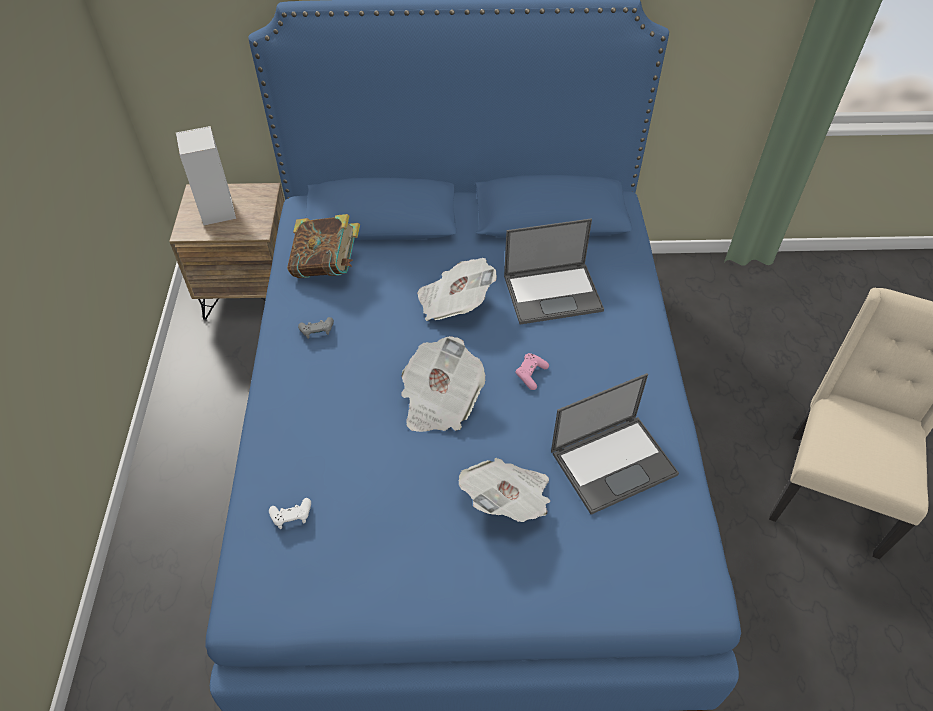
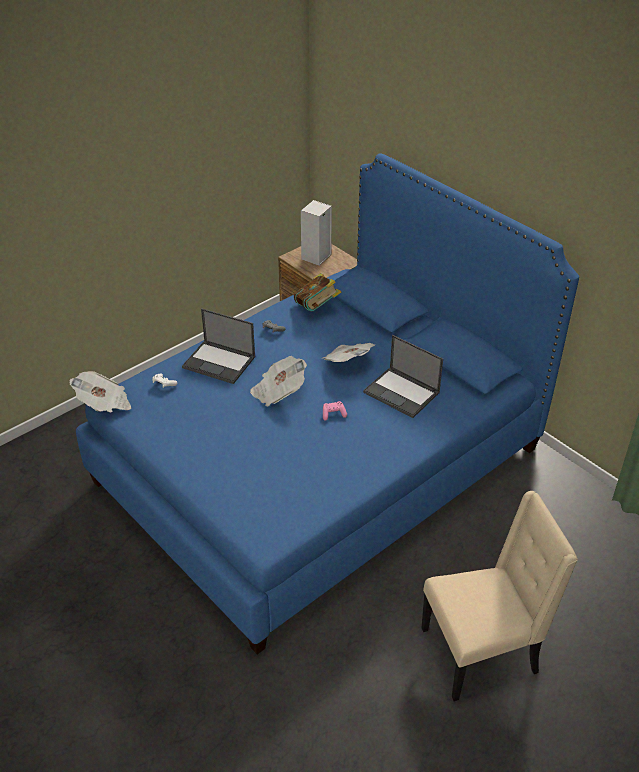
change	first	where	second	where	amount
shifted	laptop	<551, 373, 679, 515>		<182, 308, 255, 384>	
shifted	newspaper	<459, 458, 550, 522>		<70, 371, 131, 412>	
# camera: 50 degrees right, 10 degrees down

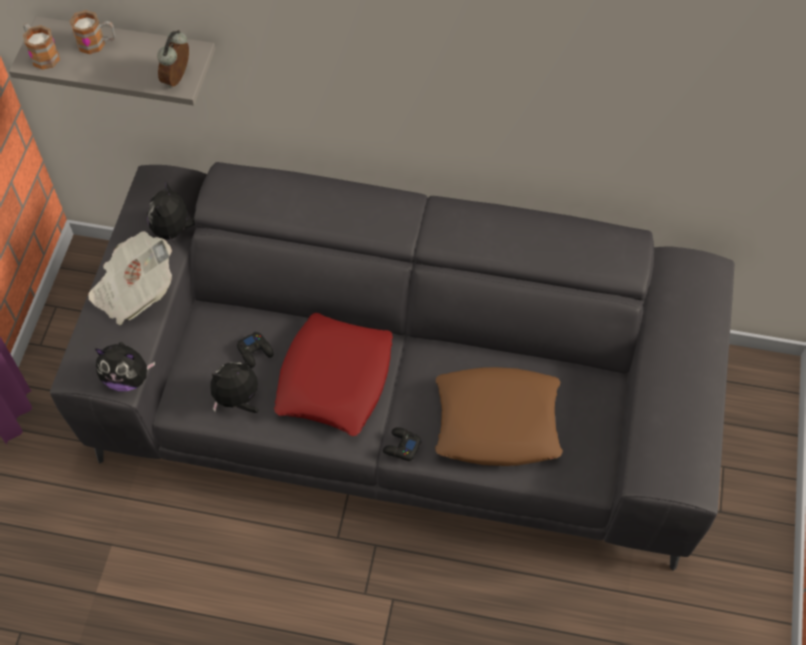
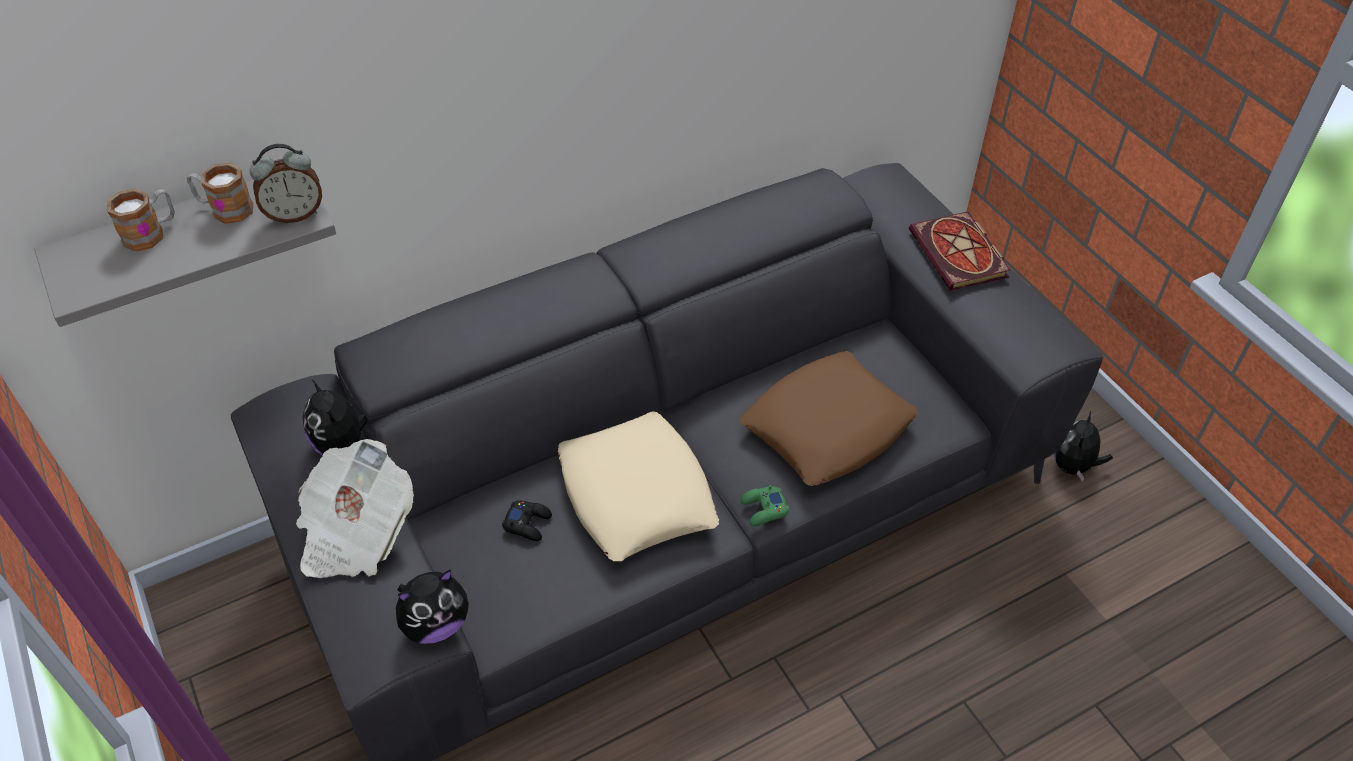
change	first	where	second	where	amount
shifted	mug	<23, 23, 60, 70>		<187, 162, 253, 224>	
rotated	alarm clock	<157, 30, 189, 88>		<250, 144, 322, 223>	90 degrees counterclockwise
repainted	pillow/red	<274, 313, 393, 436>	pillow/beige	<558, 411, 719, 561>	
shifted	plush toy	<210, 360, 259, 413>		<1054, 412, 1113, 482>	
repainted	game controller/black	<383, 427, 422, 461>	game controller/green	<741, 485, 789, 526>	
new			book	<909, 211, 1011, 291>	
# camera: 40 degrees left, 10 degrees down

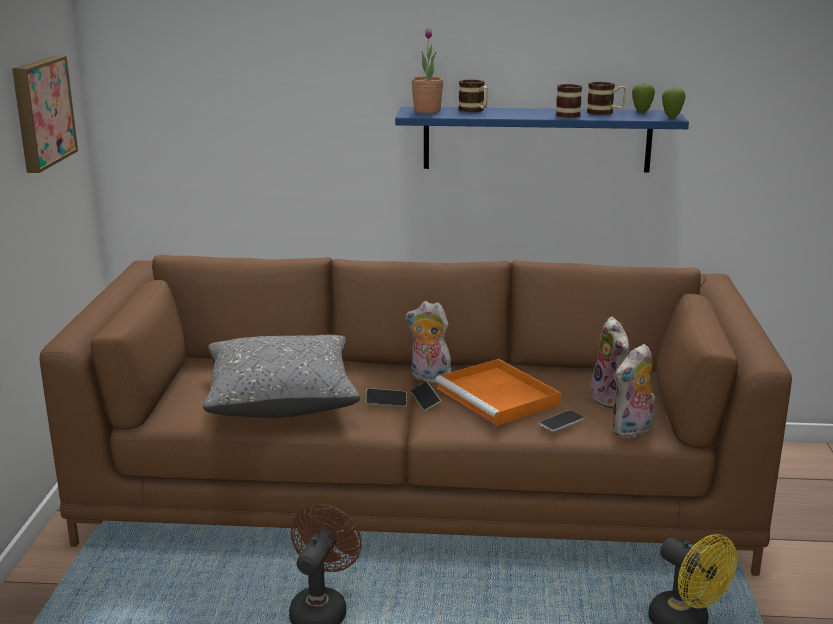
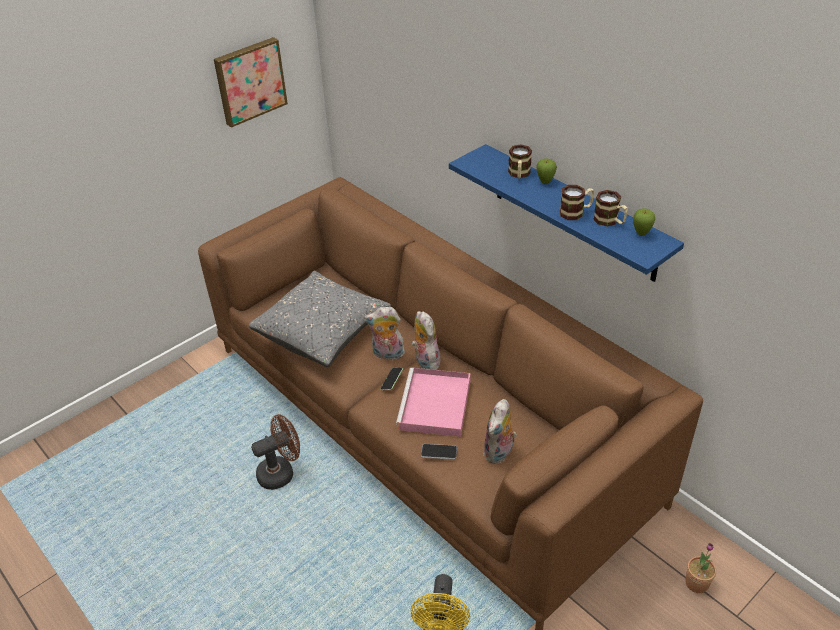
change	first	where	second	where	amount
shifted	potted plant	<411, 29, 443, 113>		<685, 543, 716, 593>	
shifted	apple	<662, 88, 686, 118>		<536, 159, 557, 184>	
shifted	plush toy	<611, 344, 655, 438>		<364, 307, 406, 360>	
repainted	tray/orange	<435, 359, 561, 426>	tray/pink	<396, 368, 471, 437>	
gone	phone	<365, 388, 407, 407>			
# camera: 45 degrees right, 20 degrees up

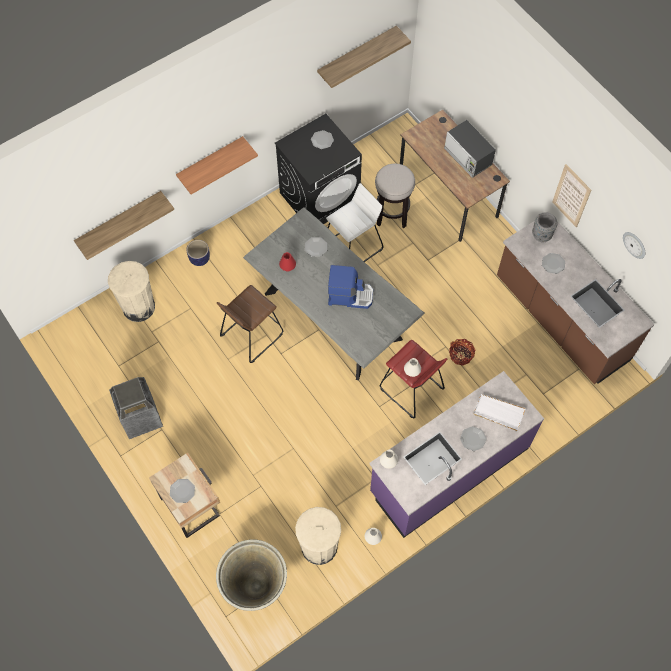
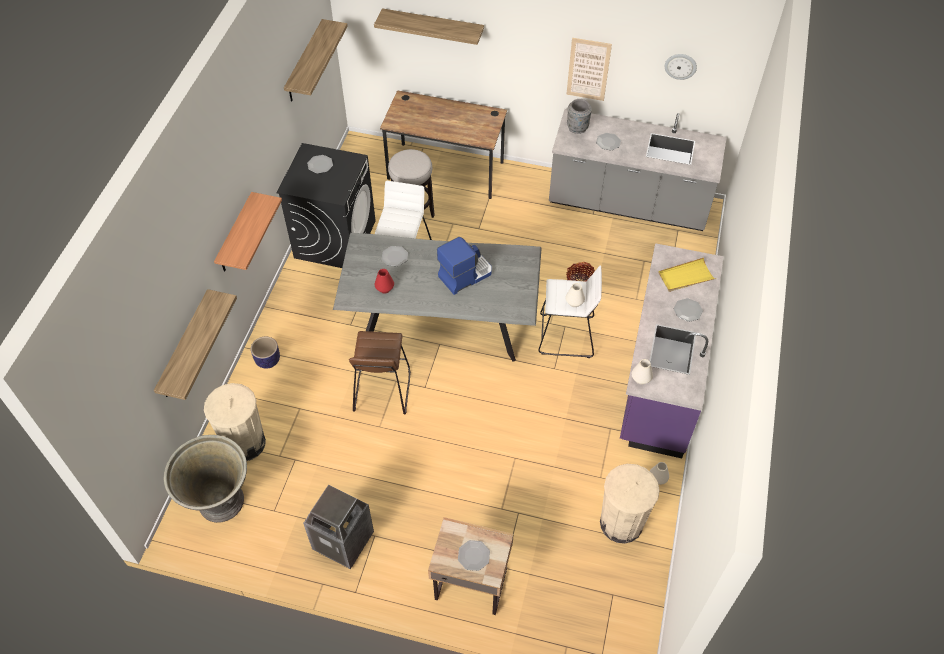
change	first	where	second	where	amount
gone	microwave	<444, 120, 496, 178>			
repainted	counter/brown	<497, 212, 655, 384>	counter/grey	<549, 109, 727, 231>	
repainted	stool/red	<380, 340, 447, 418>	stool/white	<538, 265, 602, 358>	
repainted	tray/white	<474, 394, 526, 431>	tray/yellow	<658, 258, 715, 292>	
shifted	planter/grey	<216, 539, 287, 611>		<164, 435, 247, 523>	
new			shelf	<374, 8, 484, 45>	
# camera: 40 degrees left, 10 degrees down

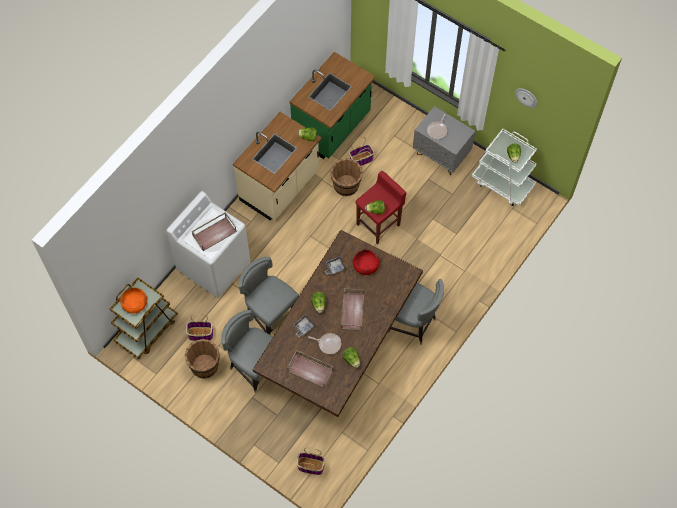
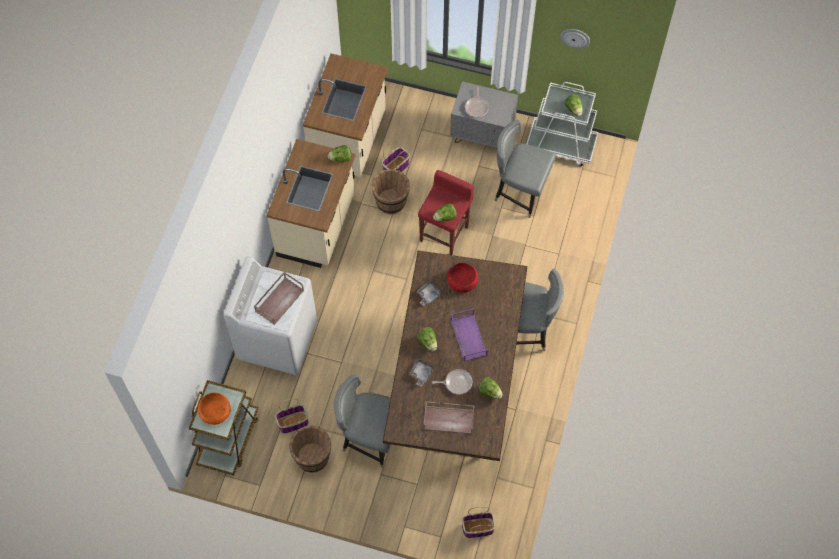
change	first	where	second	where	amount
repainted	counter/green	<290, 52, 375, 159>	counter/beige	<303, 53, 388, 177>	
shifted	chair/grey	<238, 257, 299, 335>		<495, 120, 556, 218>	
repainted	tray/brown	<341, 288, 364, 331>	tray/purple	<450, 309, 488, 362>	
# camera: 20 degrees left, 0 degrees up

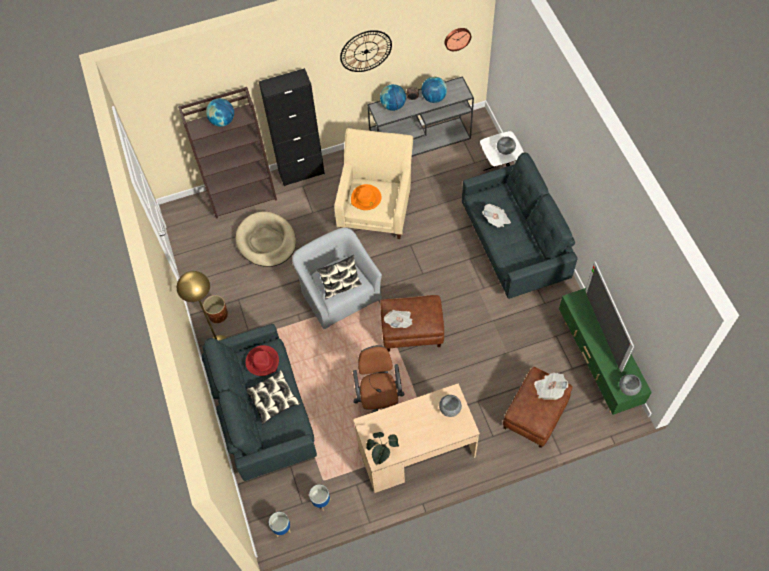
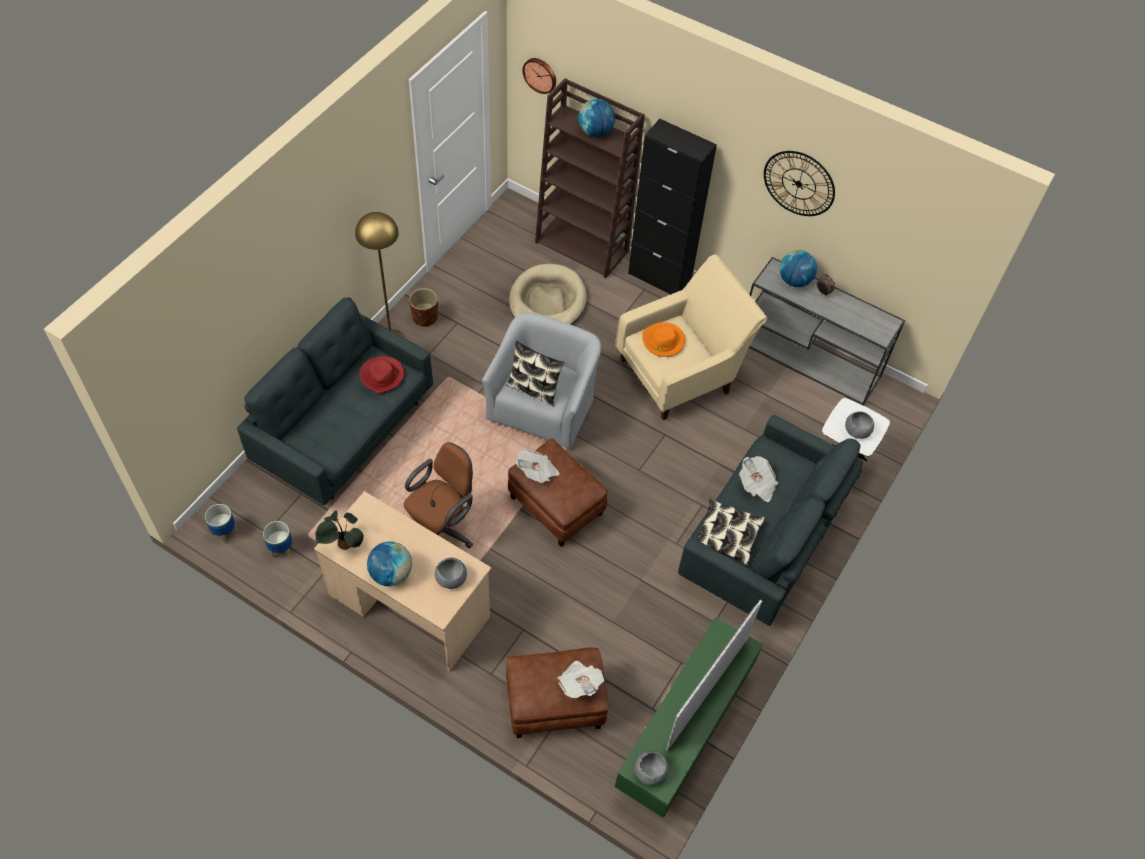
change	first	where	second	where	amount
shifted	wall clock	<444, 28, 471, 51>		<522, 58, 556, 94>	
shifted	globe	<421, 77, 447, 103>		<367, 541, 412, 586>	
shifted	pillow	<247, 370, 301, 424>		<696, 498, 765, 566>	
# camera: 45 degrees right, 5 degrees down

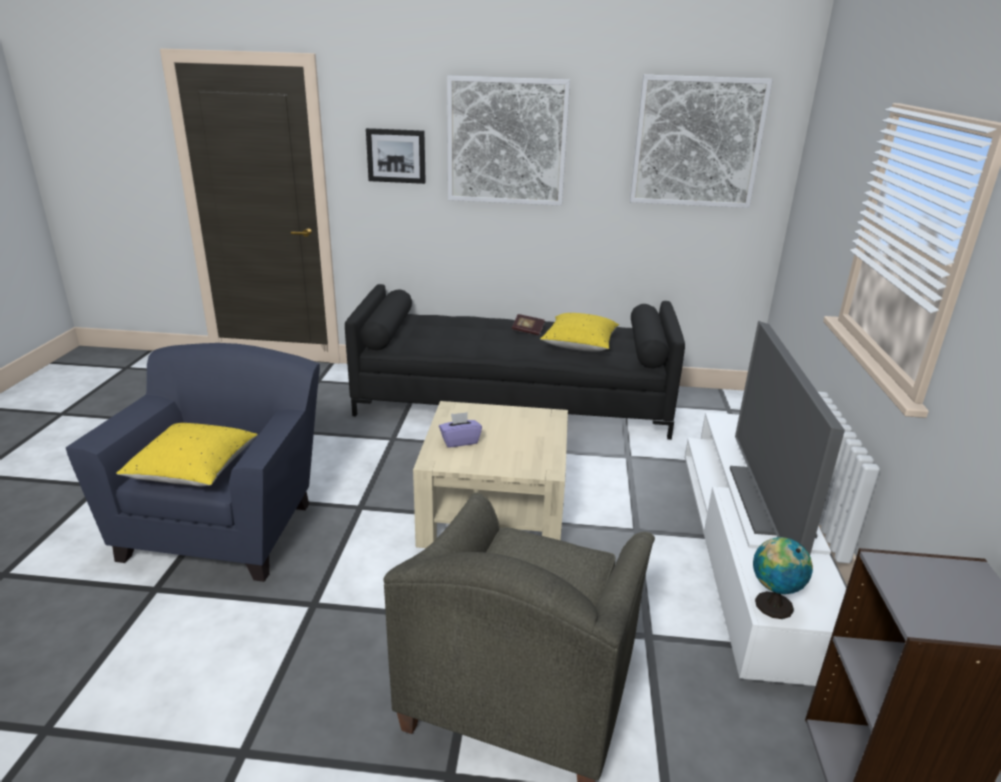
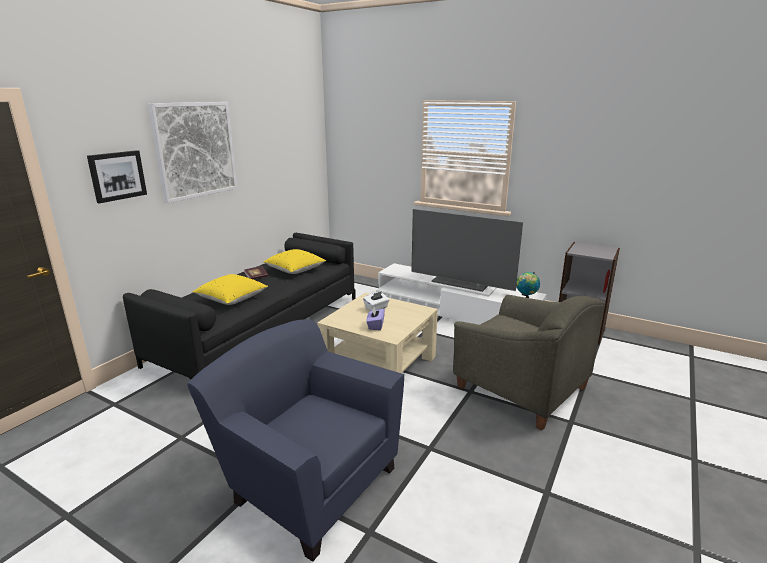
change	first	where	second	where	amount
gone	picture	<630, 75, 773, 208>			
shifted	pillow/yellow	<116, 423, 258, 486>		<193, 274, 268, 305>	
new			tissue box/white	<363, 292, 390, 311>	
# camera: 65 degrees left, 5 degrees down

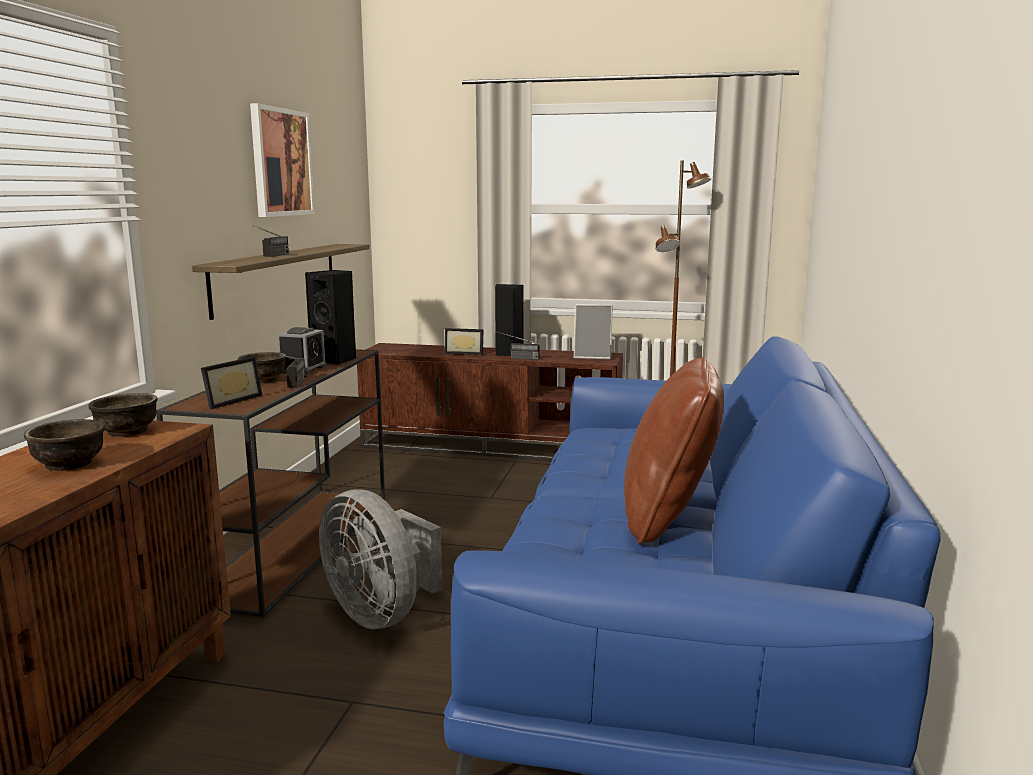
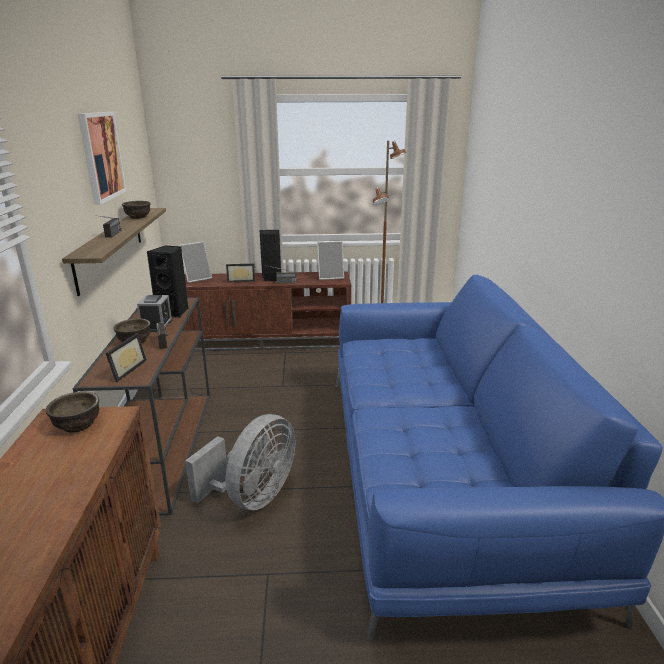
change	first	where	second	where	amount
gone	pillow/brown	<624, 356, 724, 544>			
shifted	bowl/brown	<24, 419, 105, 471>		<122, 201, 151, 219>	
rotated	fan/grey	<319, 489, 442, 629>		<185, 414, 295, 510>	90 degrees counterclockwise
new			picture frame	<179, 241, 212, 283>	
# camera: 15 degrees left, 10 degrees up

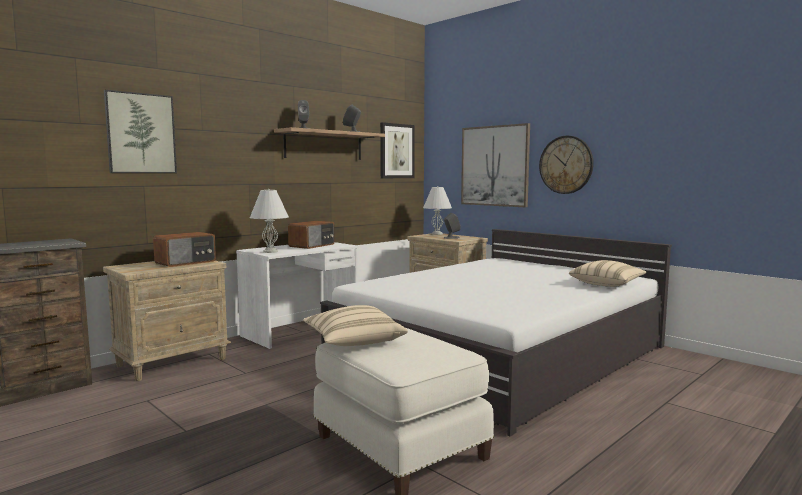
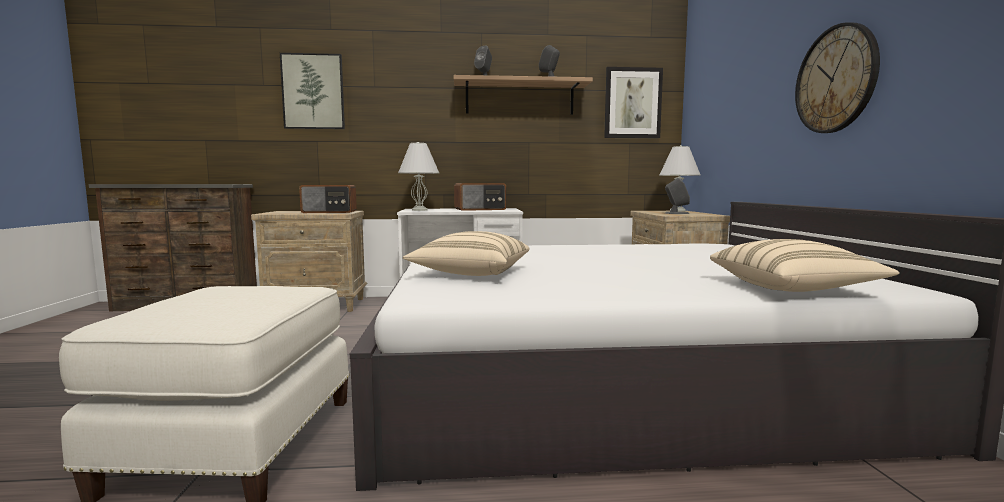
change	first	where	second	where	amount
gone	picture	<461, 123, 530, 207>			
shifted	pillow/beige	<303, 305, 408, 346>		<403, 231, 530, 276>	
# camera: 40 degrees right, 0 degrees up

